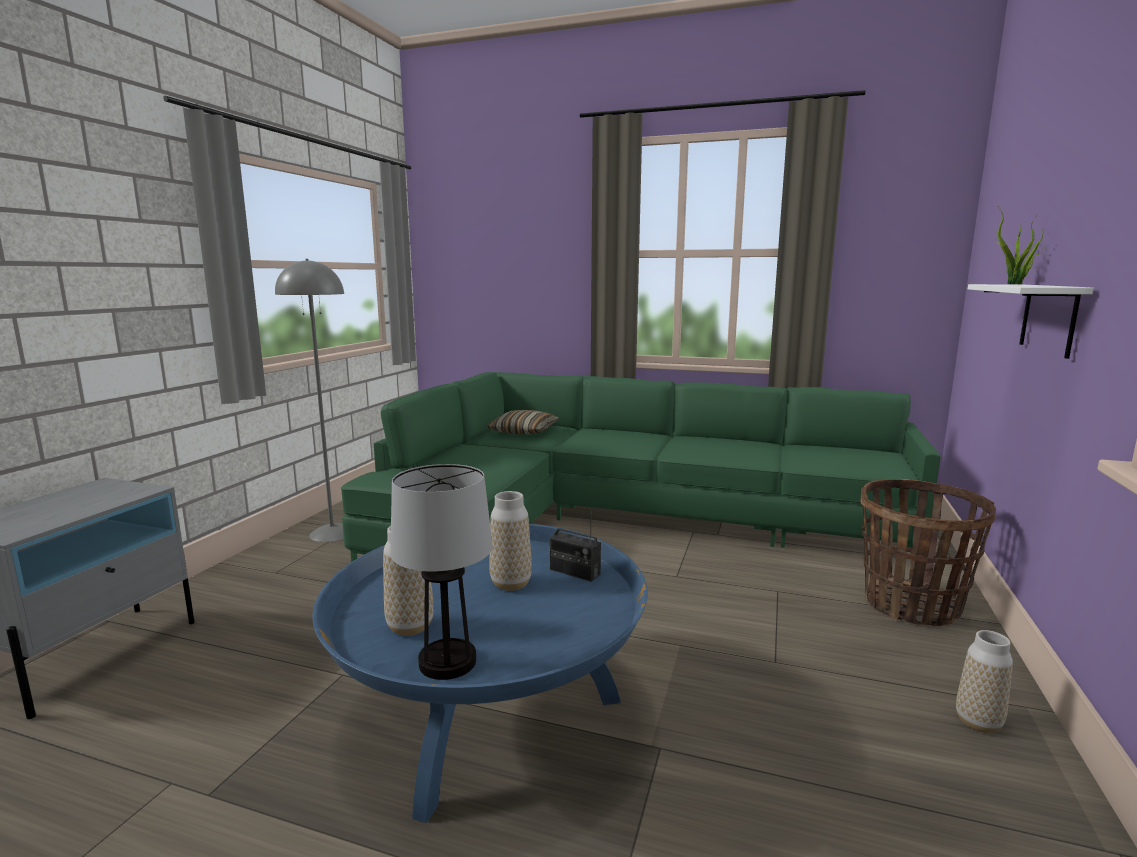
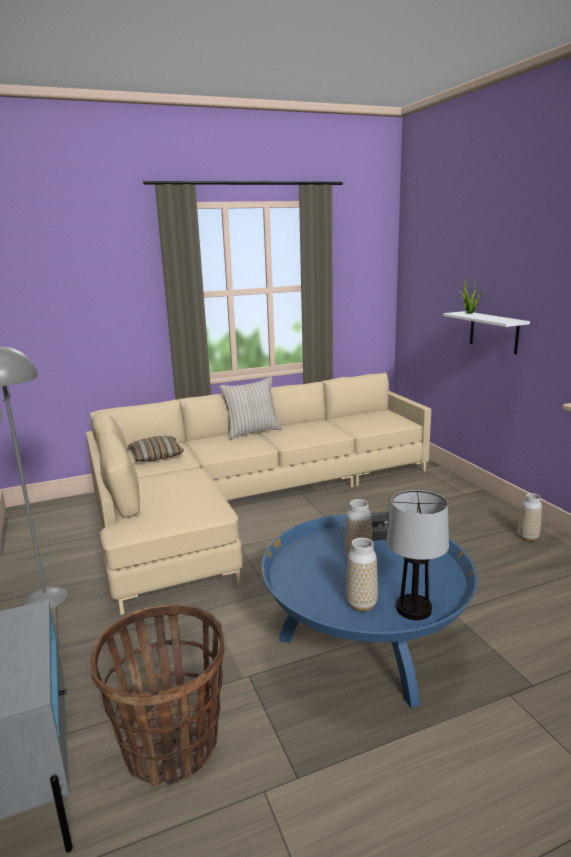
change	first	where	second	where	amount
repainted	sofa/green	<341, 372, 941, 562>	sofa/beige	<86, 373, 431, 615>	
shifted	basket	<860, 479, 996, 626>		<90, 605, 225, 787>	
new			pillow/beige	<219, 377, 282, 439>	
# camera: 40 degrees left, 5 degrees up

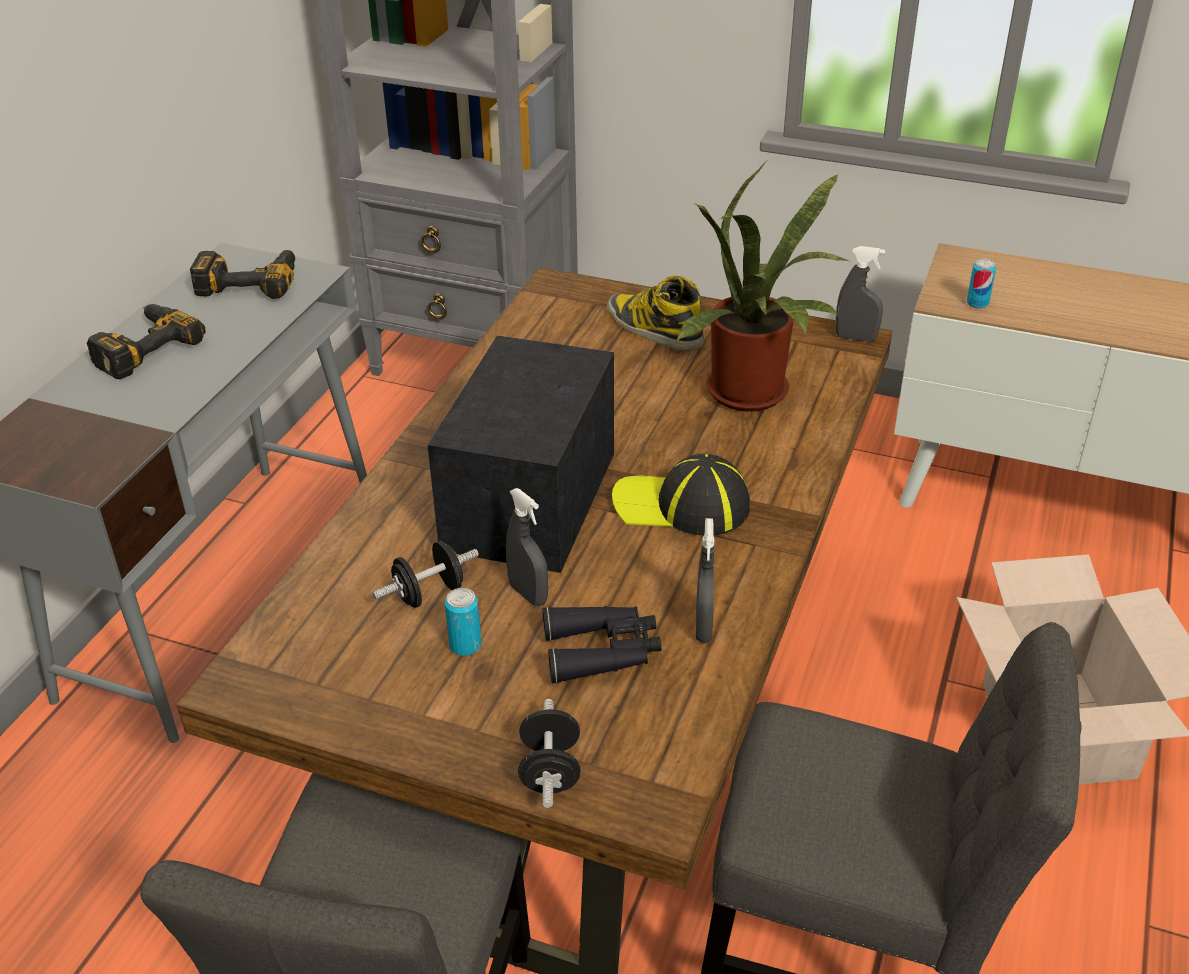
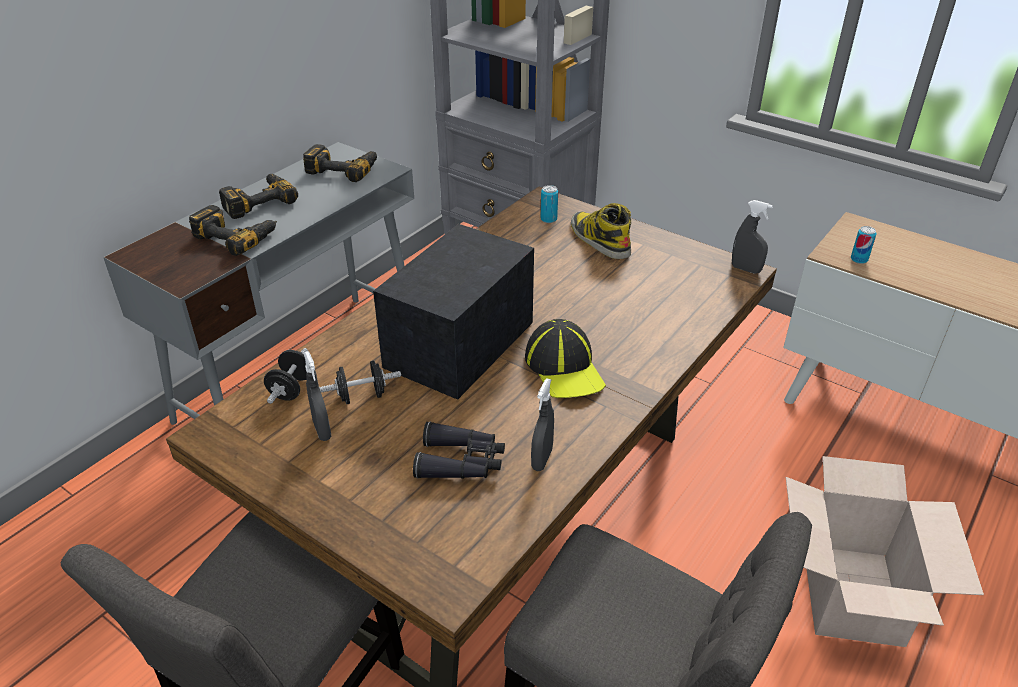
change	first	where	second	where	amount
gone	potted plant	<676, 163, 850, 412>			
rotated	cap	<612, 454, 750, 535>		<525, 319, 606, 398>	135 degrees counterclockwise
shifted	spray bottle/grey	<506, 488, 548, 606>		<303, 351, 331, 441>	
shifted	can	<445, 588, 482, 656>		<540, 185, 558, 223>	
shifted	dumbbell/black	<518, 699, 581, 808>		<264, 348, 308, 404>	
new			power drill	<189, 205, 277, 256>	
# camera: 15 degrees right, 0 degrees up

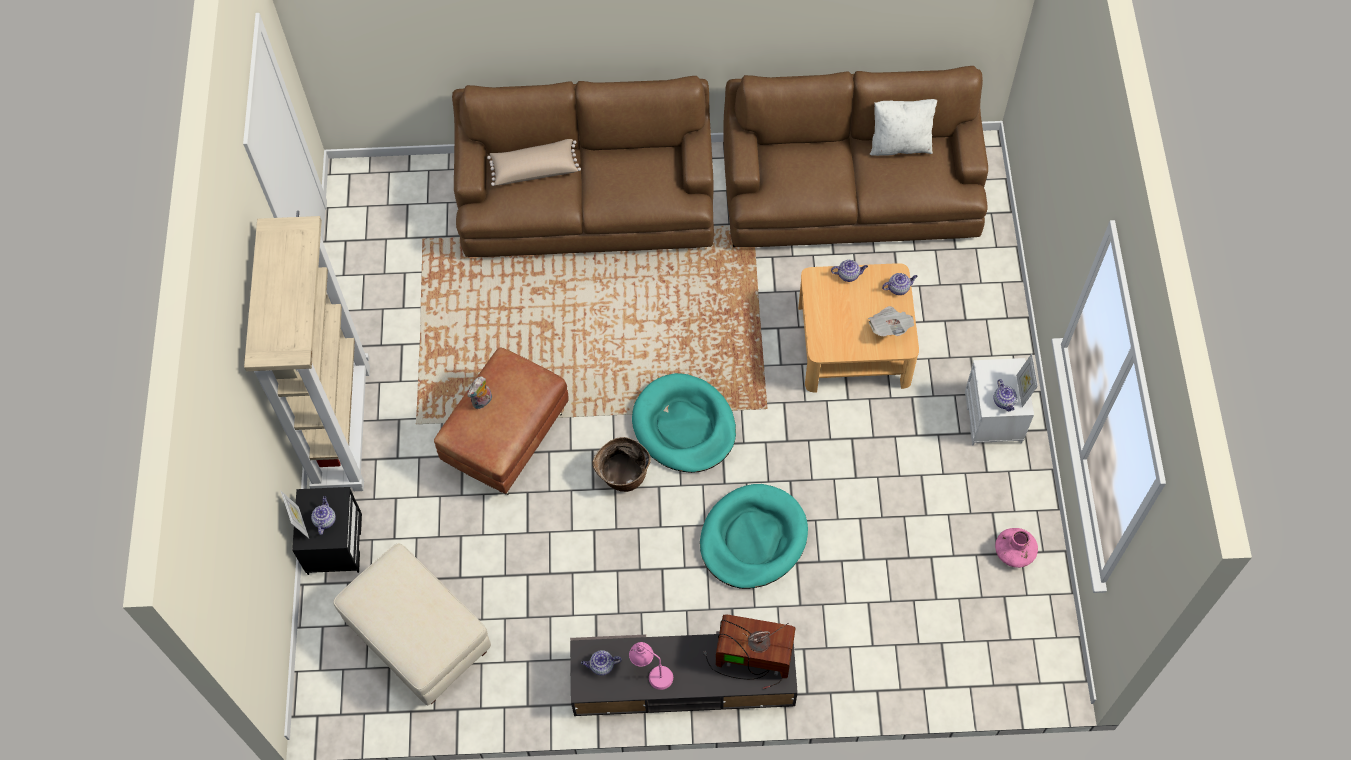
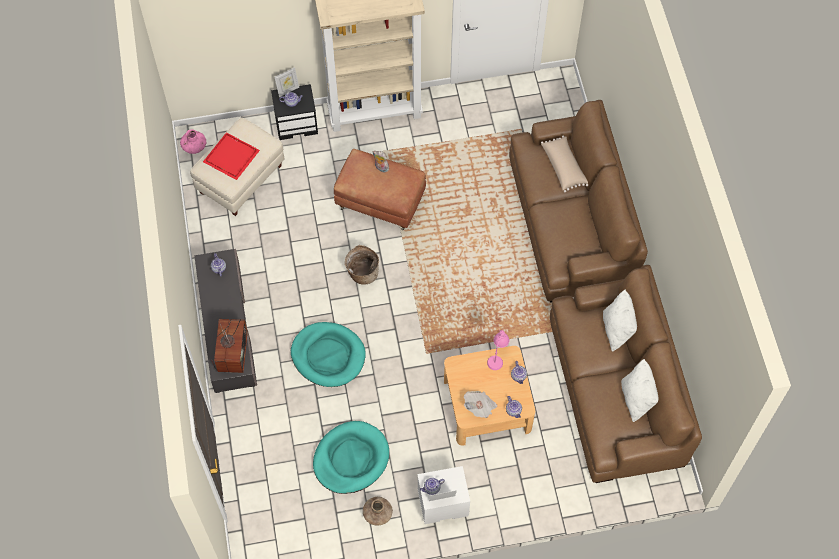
change	first	where	second	where	amount
shifted	dog bed/turquoise	<632, 373, 736, 473>		<313, 421, 389, 494>	
shifted	vase/pink	<995, 528, 1038, 568>		<180, 129, 206, 154>	
shifted	table lamp/pink	<629, 642, 673, 690>		<487, 329, 509, 370>	
new			tray/red	<203, 132, 260, 180>	
new			pillow/white	<603, 289, 637, 351>	
new			vase/brown	<363, 497, 393, 526>	
# camera: 80 degrees right, 0 degrees up

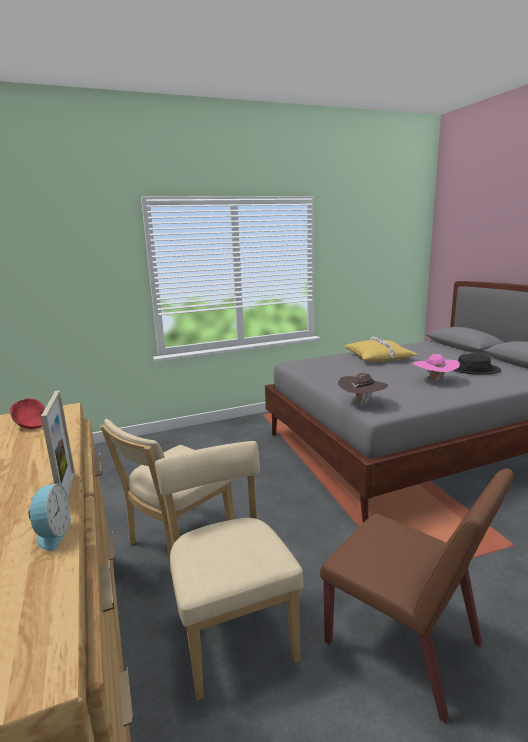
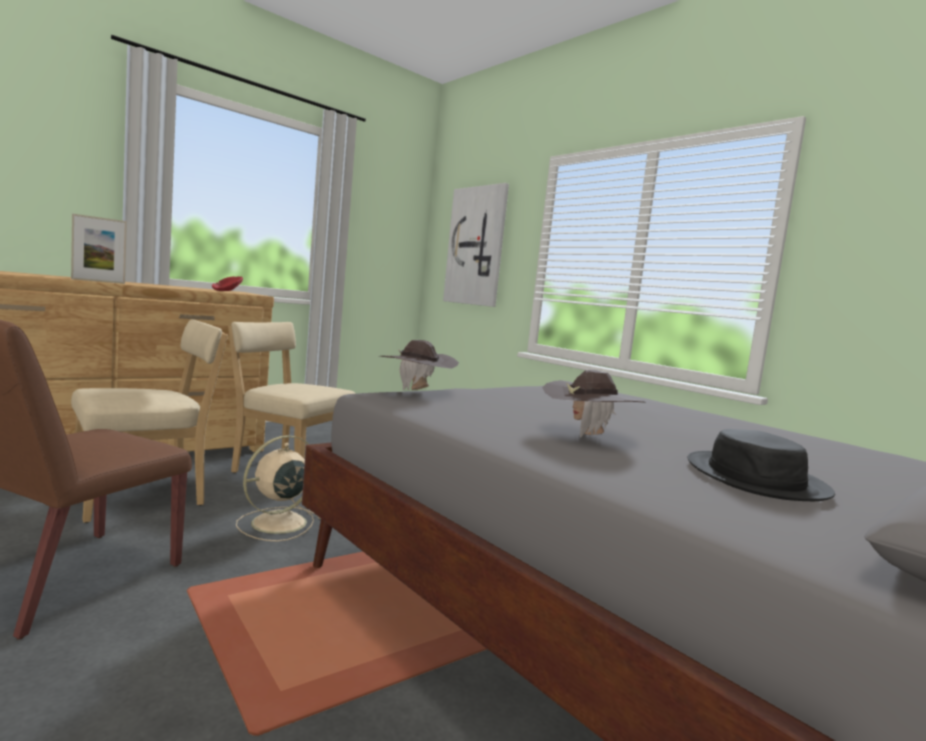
change	first	where	second	where	amount
gone	pillow/yellow	<344, 336, 418, 362>			
repainted	hat/pink	<413, 354, 460, 383>	hat/brown	<542, 370, 647, 438>	
gone	alarm clock	<29, 484, 72, 551>			
new			picture	<443, 183, 509, 307>	
new			fan/beige	<236, 435, 321, 541>	
# camera: 70 degrees right, 10 degrees down

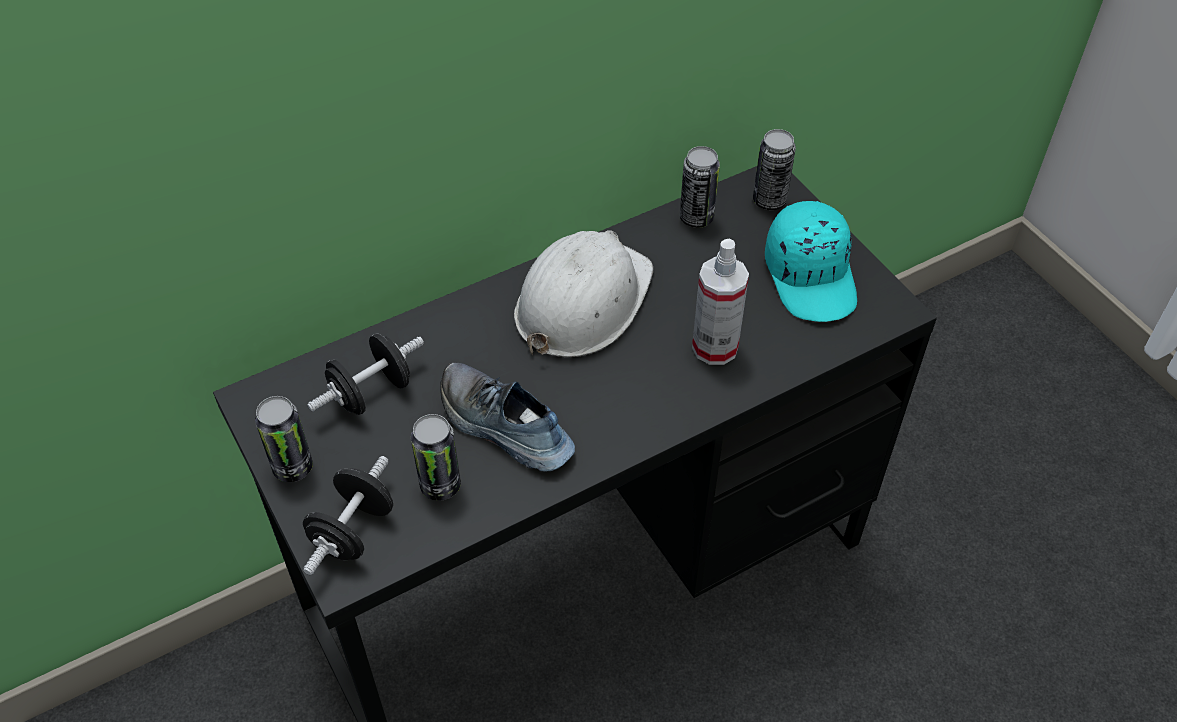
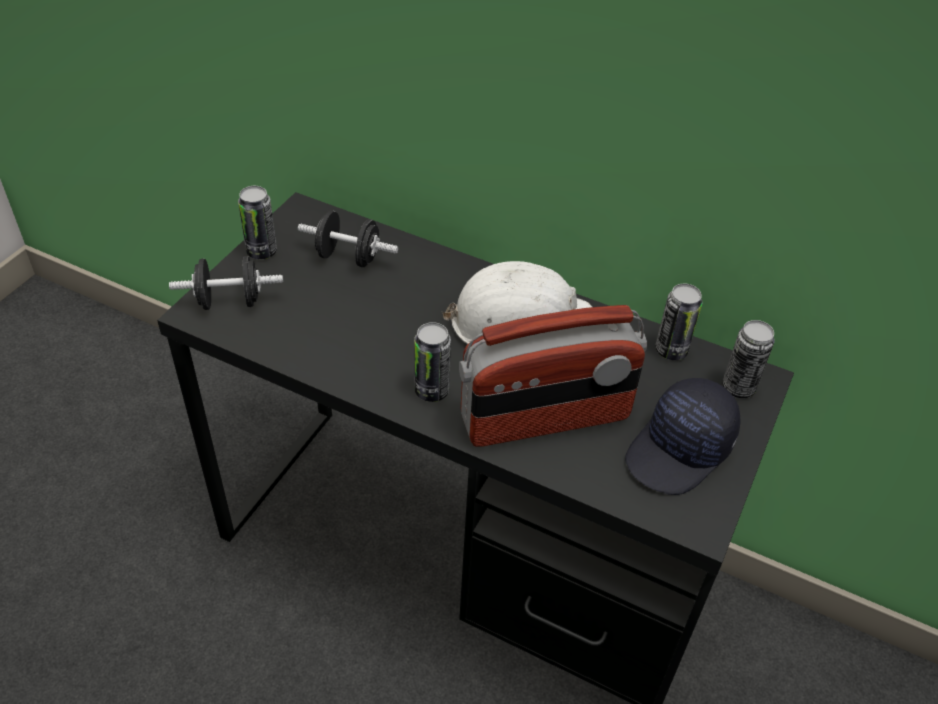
change	first	where	second	where	amount
repainted	cap/turquoise	<765, 201, 857, 322>	cap/black	<625, 378, 740, 495>	
swapped	spray bottle	<692, 239, 749, 365>	radio	<459, 305, 647, 447>	
gone	shoe	<440, 363, 575, 472>			
shifted	can	<411, 414, 461, 501>		<414, 322, 451, 402>	
# camera: 55 degrees right, 5 degrees down

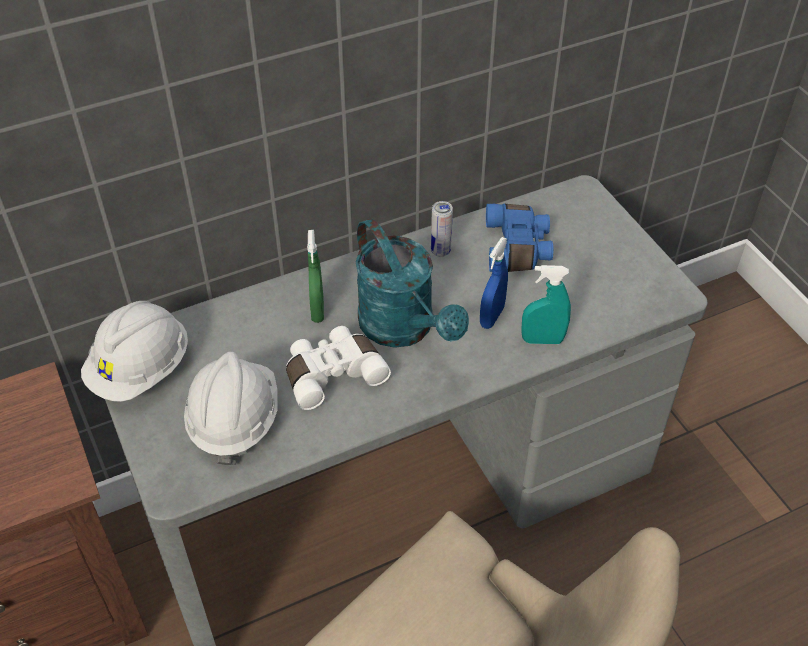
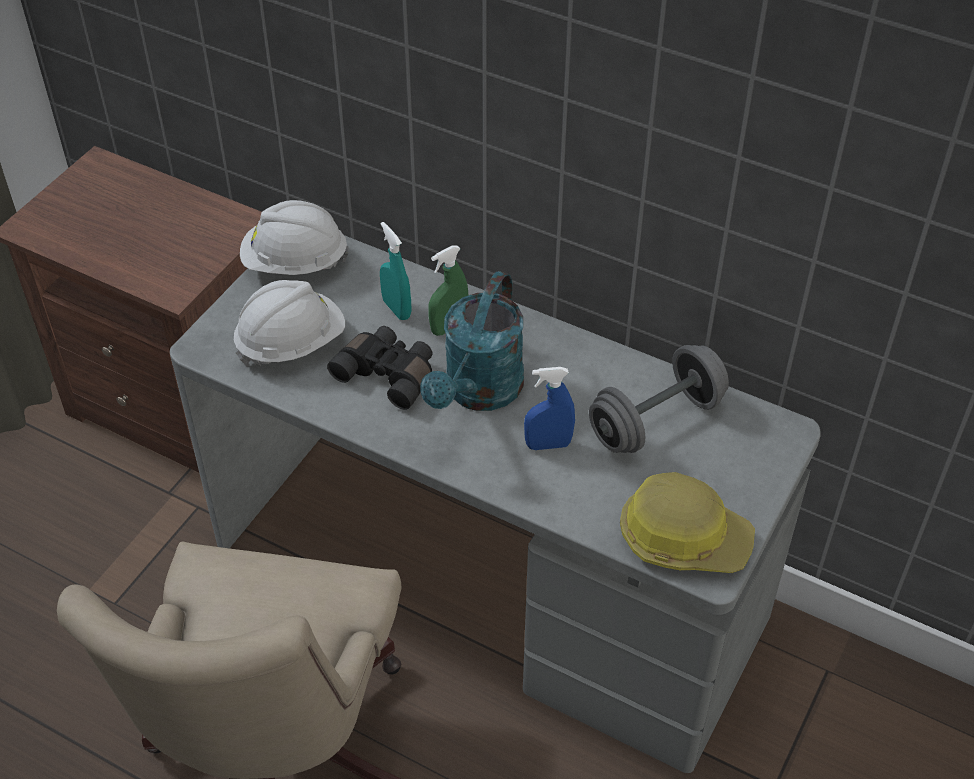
change	first	where	second	where	amount
gone	can	<431, 201, 453, 257>			
swapped	binoculars/blue	<486, 204, 553, 272>	dumbbell/grey	<589, 345, 729, 453>	
shifted	spray bottle/turquoise	<521, 265, 571, 344>		<380, 222, 411, 320>	
repainted	binoculars/white	<286, 326, 391, 410>	binoculars/black	<327, 326, 433, 410>	
new			hard hat	<620, 472, 755, 573>	
# camera: 55 degrees right, 0 degrees up

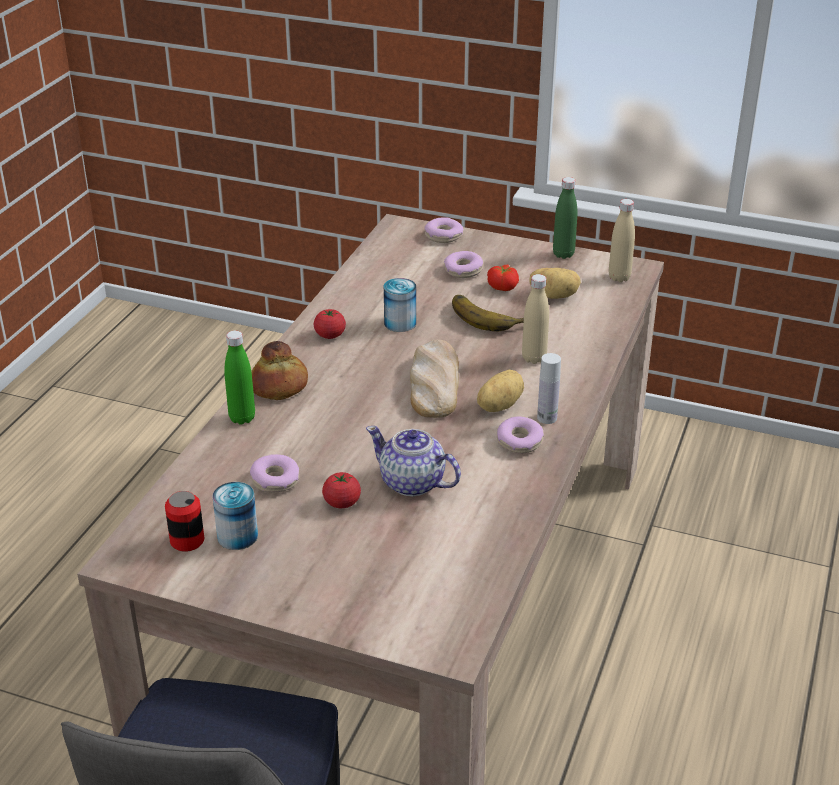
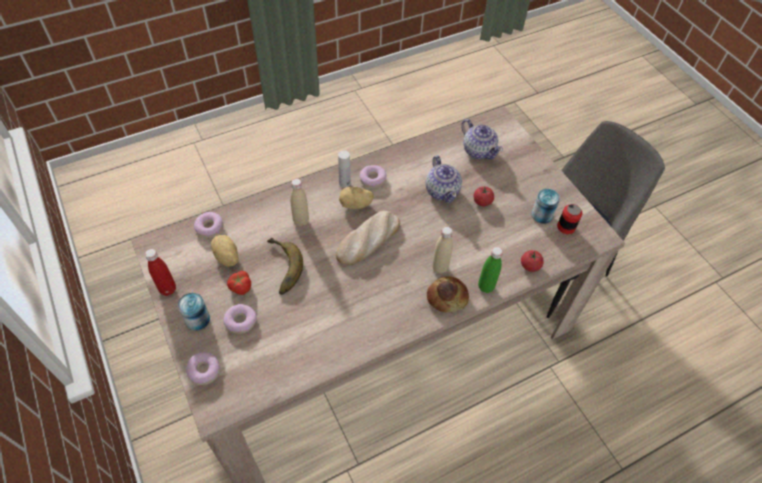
change	first	where	second	where	amount
repainted	bottle/green	<553, 177, 577, 259>	bottle/red	<145, 249, 176, 296>	
shifted	bottle/beige	<609, 199, 635, 282>		<432, 227, 453, 274>	
shifted	can	<384, 278, 416, 332>		<178, 293, 210, 331>	
shifted	tomato	<314, 309, 346, 339>		<521, 250, 544, 272>	
shifted	donut	<250, 454, 299, 493>		<194, 212, 223, 238>	
new			teapot	<461, 119, 503, 160>	
# camera: 140 degrees left, 20 degrees up

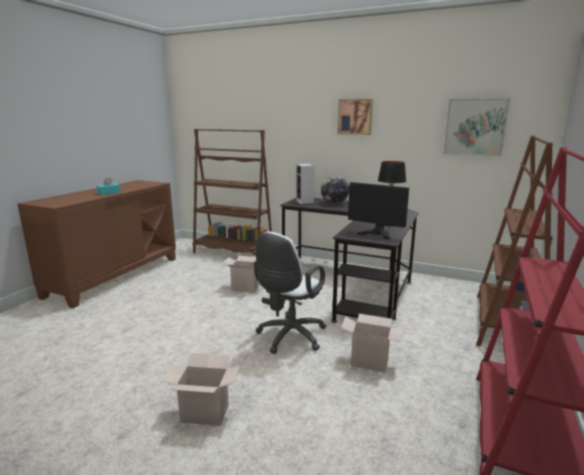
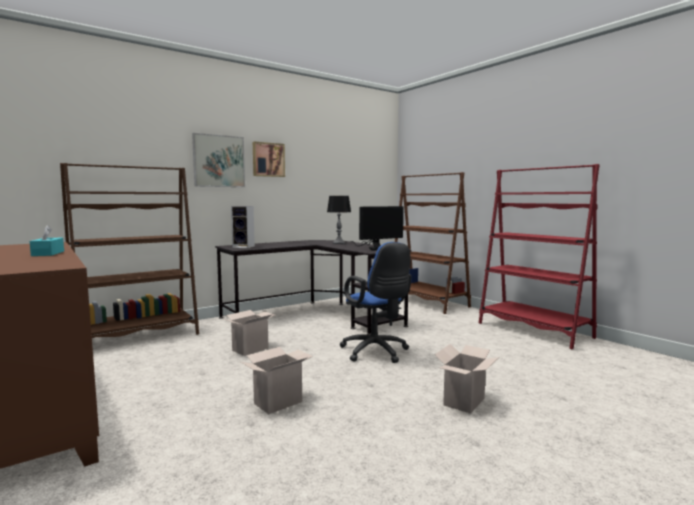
change	first	where	second	where	amount
shifted	picture	<443, 98, 510, 156>		<192, 133, 245, 187>	
gone	globe	<321, 175, 349, 204>			
repainted	office chair/white	<254, 231, 326, 354>	office chair/blue	<340, 242, 412, 363>	
shifted	cardboard box	<341, 314, 404, 373>		<241, 347, 313, 414>	
# camera: 60 degrees left, 10 degrees down

